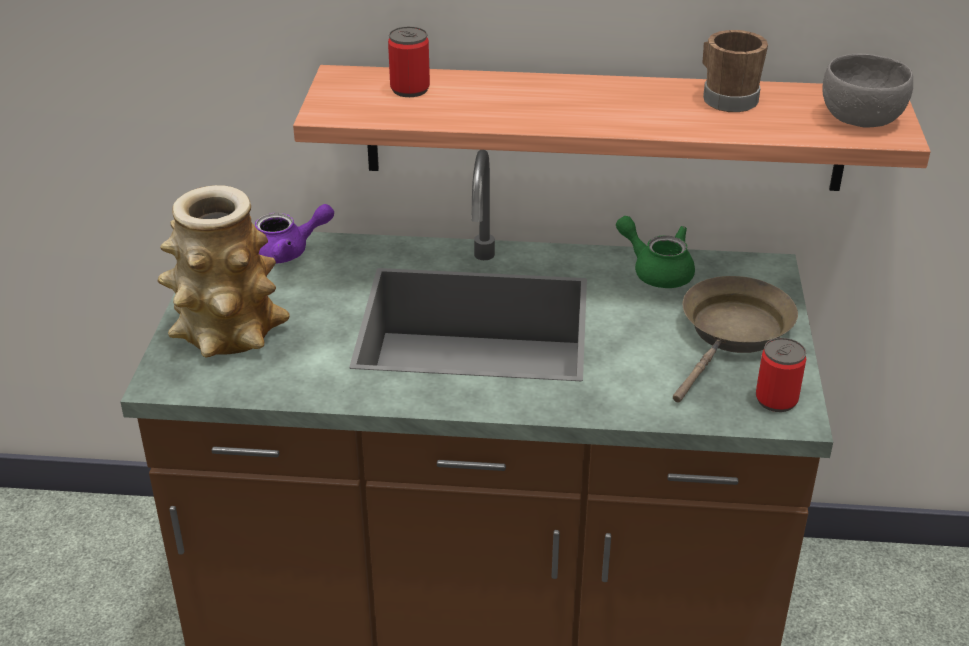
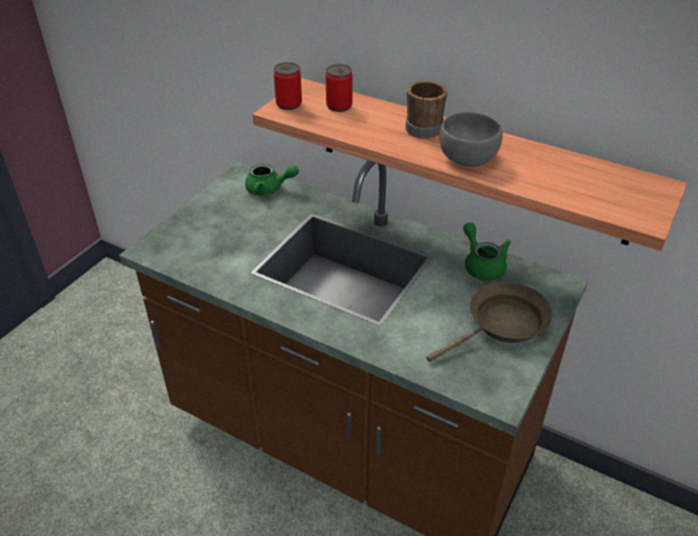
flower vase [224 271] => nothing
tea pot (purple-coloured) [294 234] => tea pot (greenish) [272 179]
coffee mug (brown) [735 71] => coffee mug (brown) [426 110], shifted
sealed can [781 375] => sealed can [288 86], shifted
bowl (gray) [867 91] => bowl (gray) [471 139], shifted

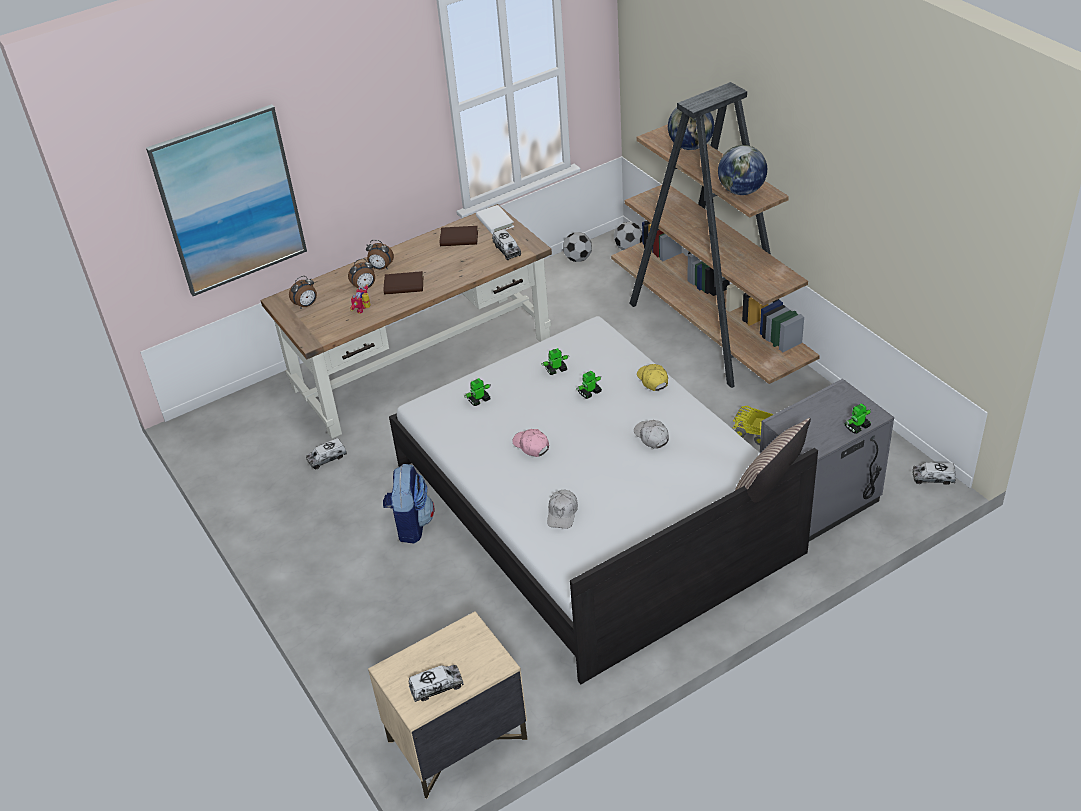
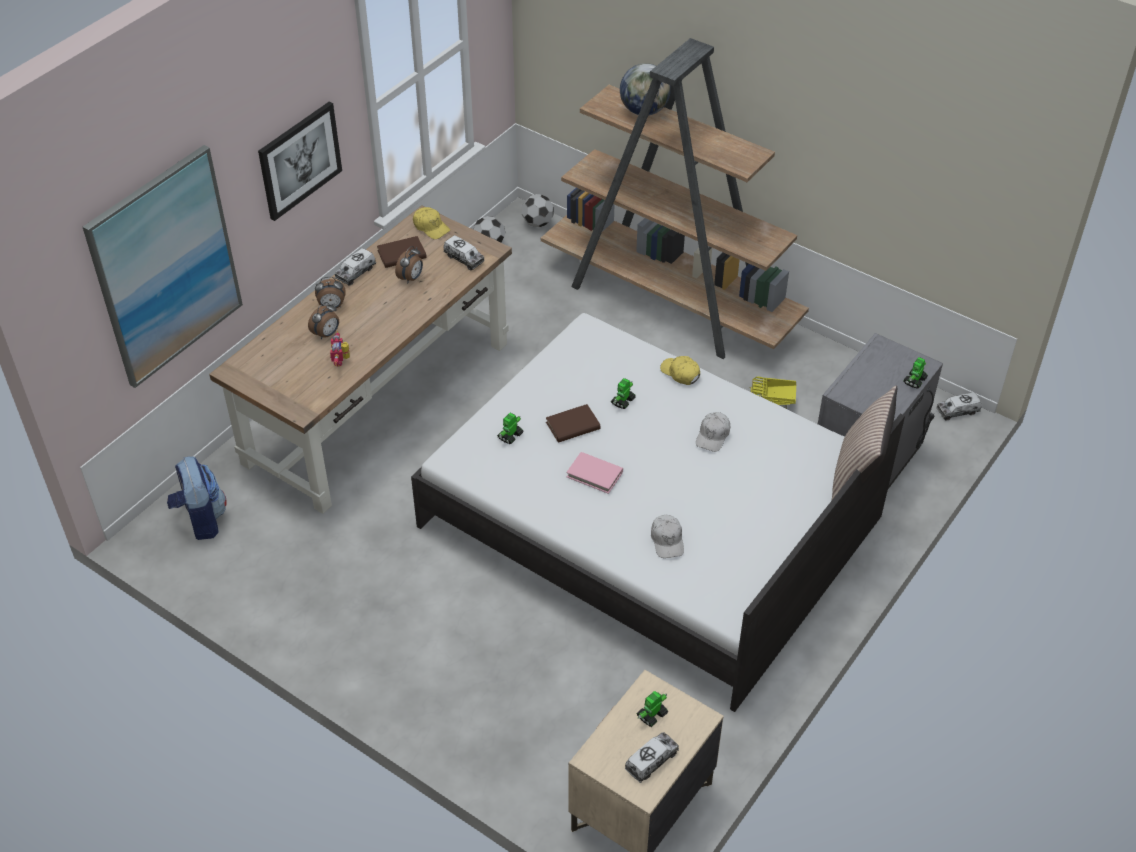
table clock [303 292] => table clock [409 264], shifted
toy truck [326 454] => toy truck [355 267], shifted
book (brown) [403 283] => book (brown) [573 423], shifted
backpack [409 504] => backpack [197 498], shifted
book (white-coloured) [495 219] => baseball cap (yellowish) [431 223]
baseball cap (pink) [530 443] => book (pink) [594 473]
model robot [555 361] => model robot [652 709], shifted
baseball cap (white-coloured) [651 434] => baseball cap (white-coloured) [713 432], 105 degrees counterclockwise
globe [742 170] => nothing
nothing => wall art [300 161]

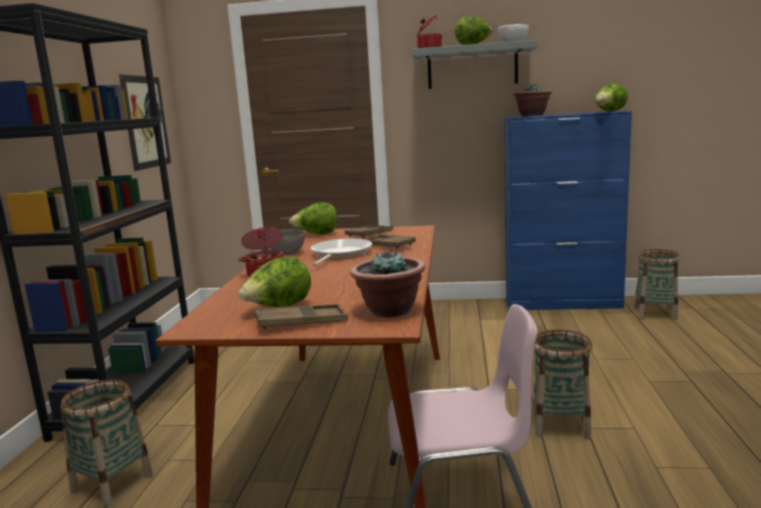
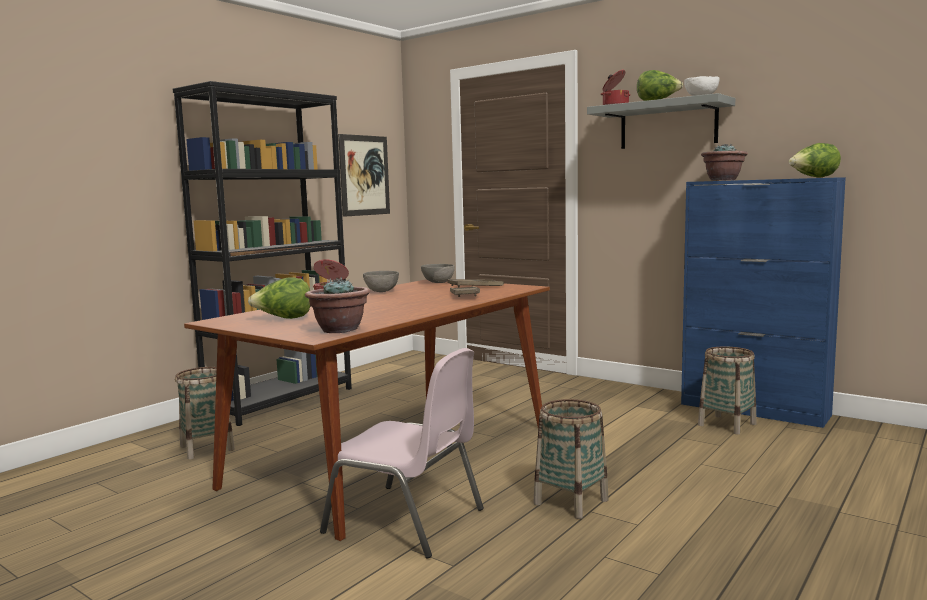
serving tray (brown) [301 317] => nothing
head of lettuce [313 218] => bowl (gray) [438 273]
pan [341 252] => nothing
household basket [657 284] => household basket [727 390], shifted

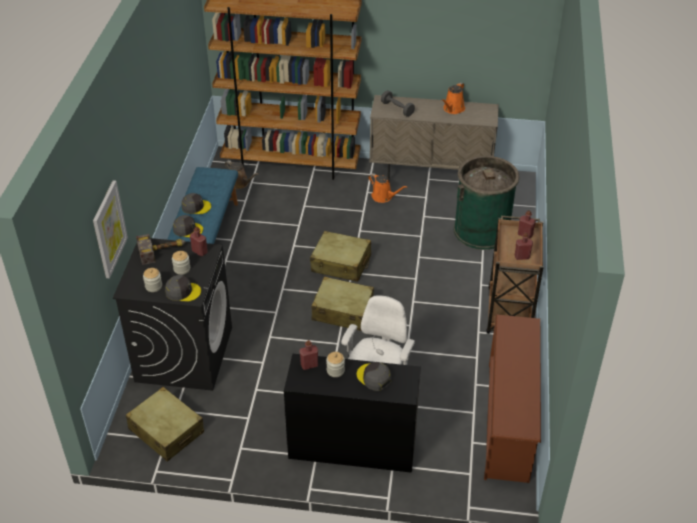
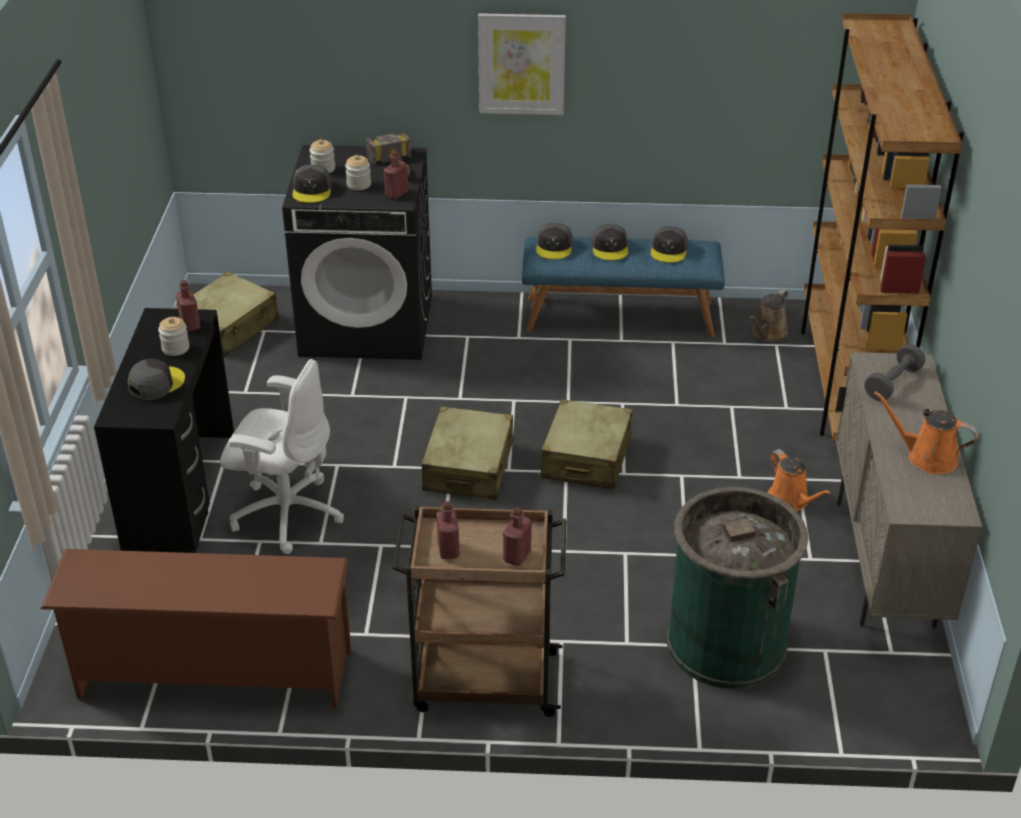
wall art [110 229] => wall art [522 64], shifted
watering can (orange) [388 188] => watering can (orange) [799 480], 60 degrees counterclockwise
nothing => baseball cap (gray) [669 244]

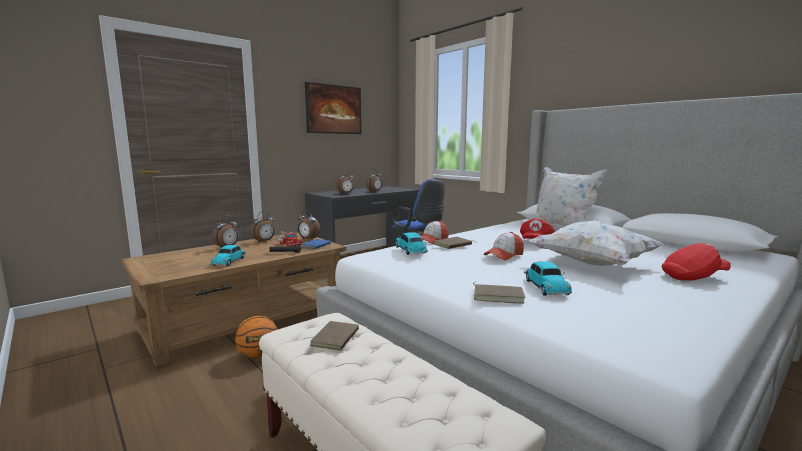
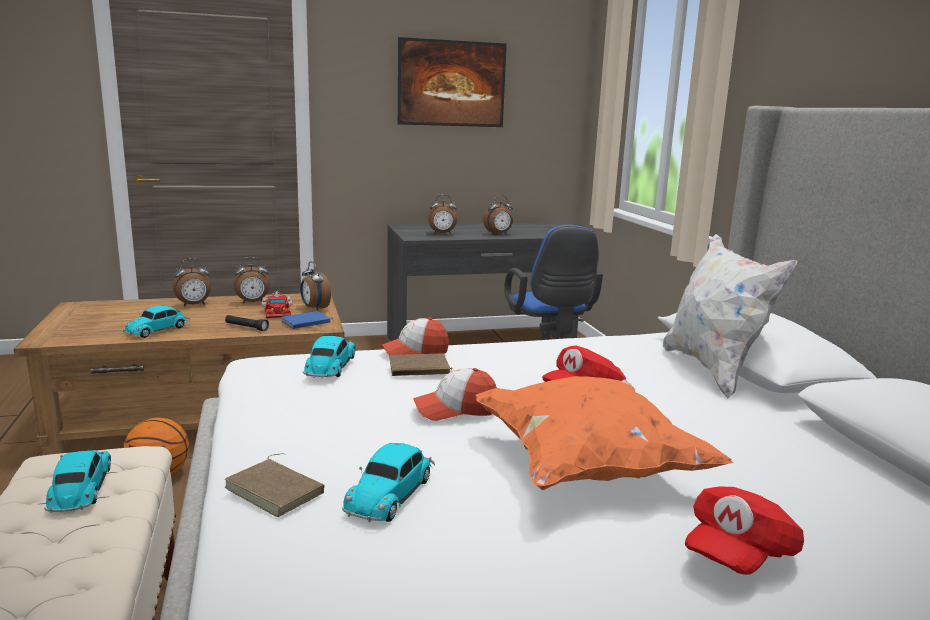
book (brown) [338 336] => miniature car [77 481]
cushion (white-coloured) [596 243] => cushion (orange) [604 433]
baseball cap (reddish) [696 262] => baseball cap (reddish) [744 530], 120 degrees clockwise

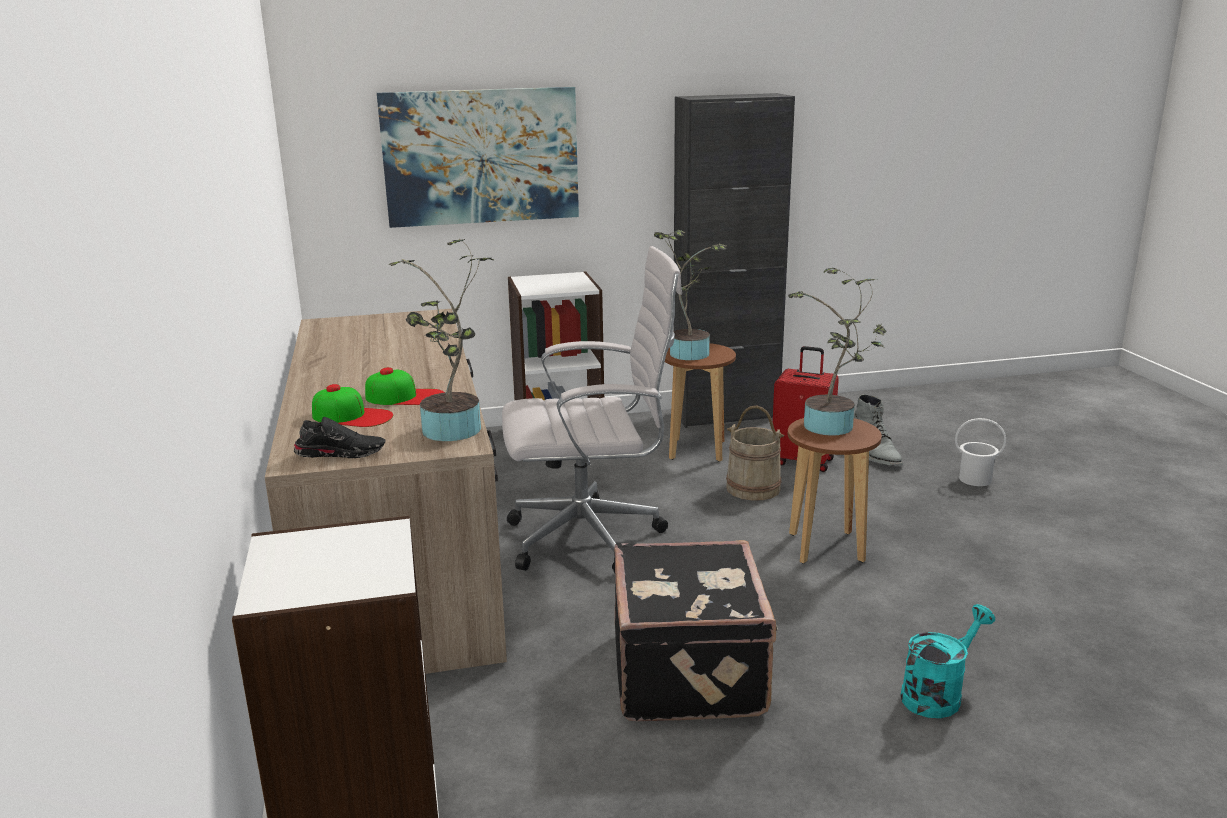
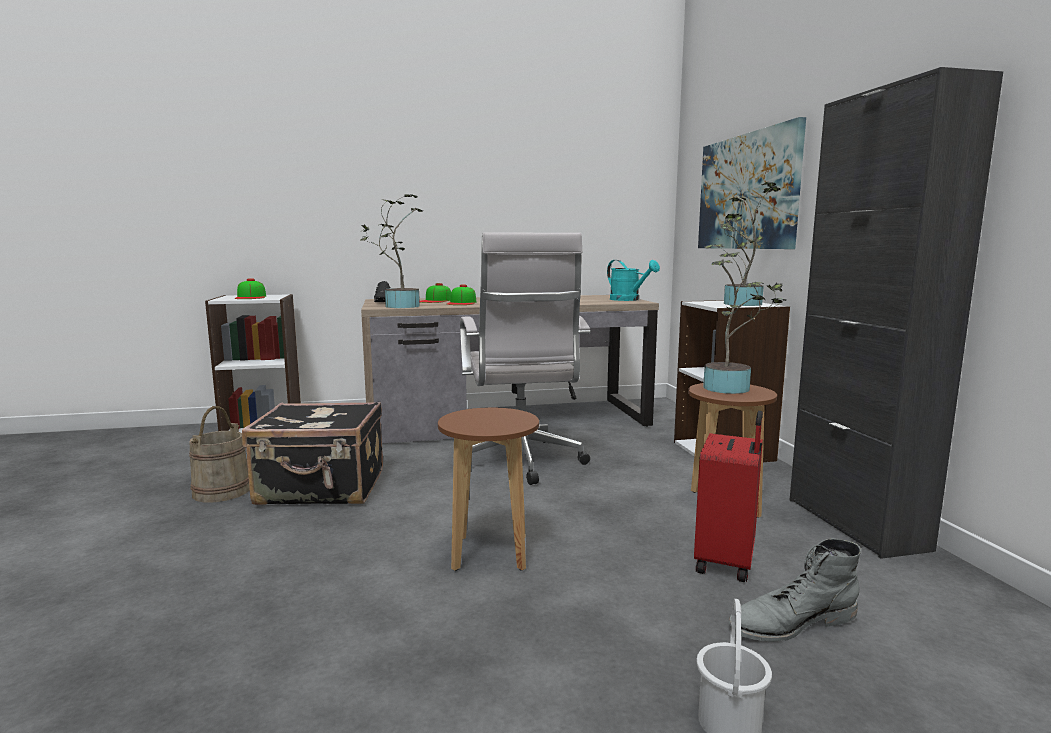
bucket (beige) [755 453] => bucket (beige) [219 454], shifted
houseplant [837 351] => houseplant [750 244], shifted
watering can (turquoise) [948 661] => watering can (turquoise) [633 280], shifted
nothing => baseball cap [250 288]

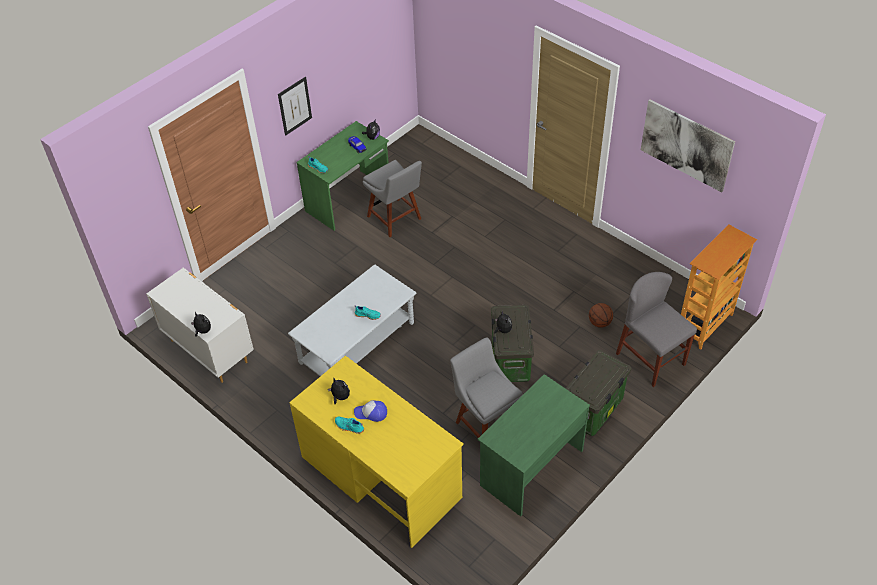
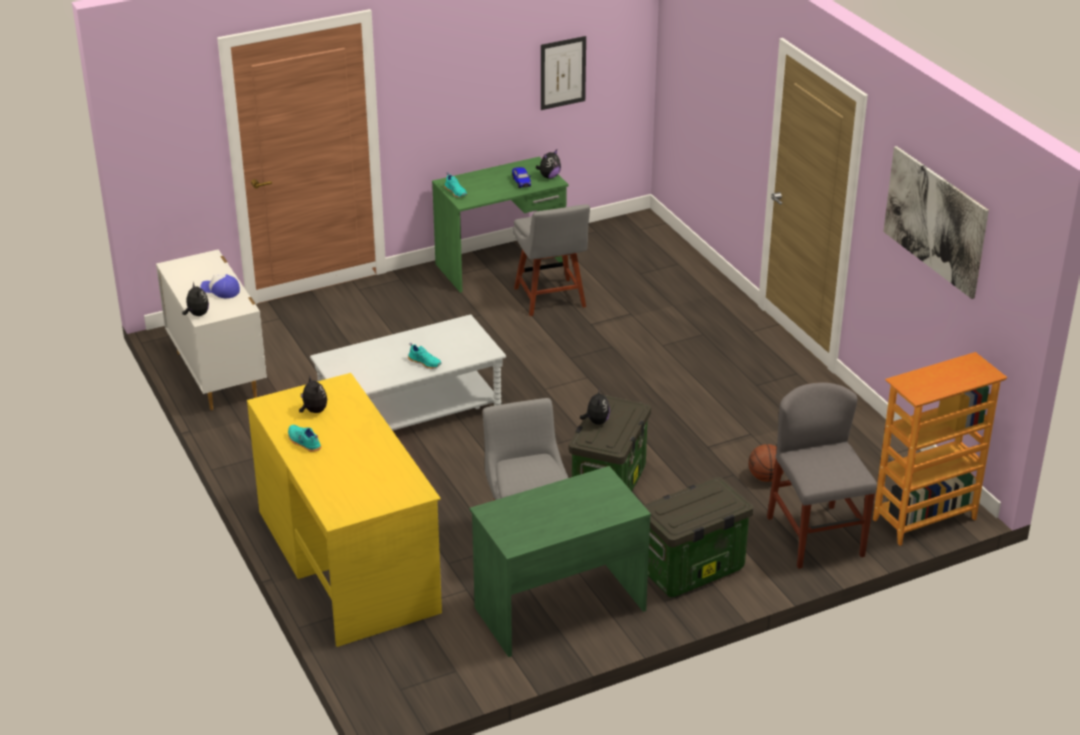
wall art [295 106] => wall art [563 73], shifted
baseball cap [370 411] => baseball cap [220 286], shifted

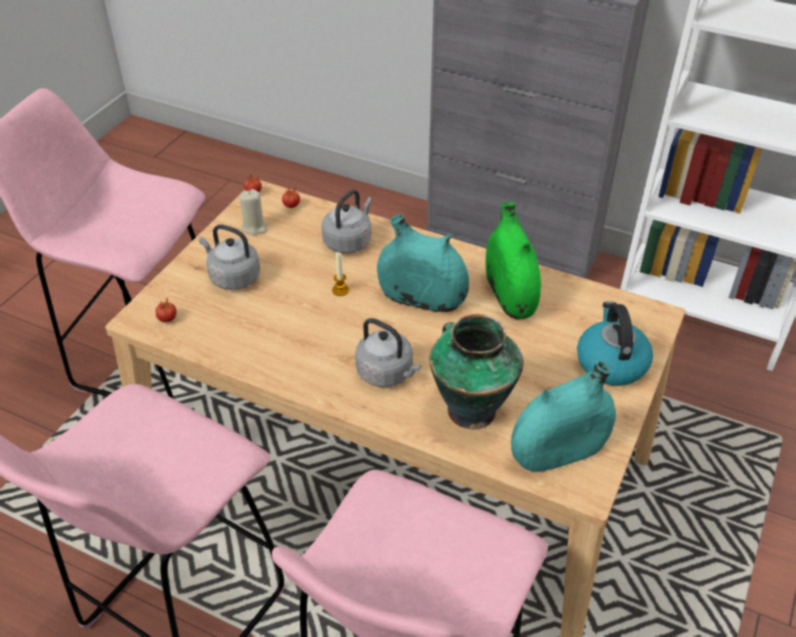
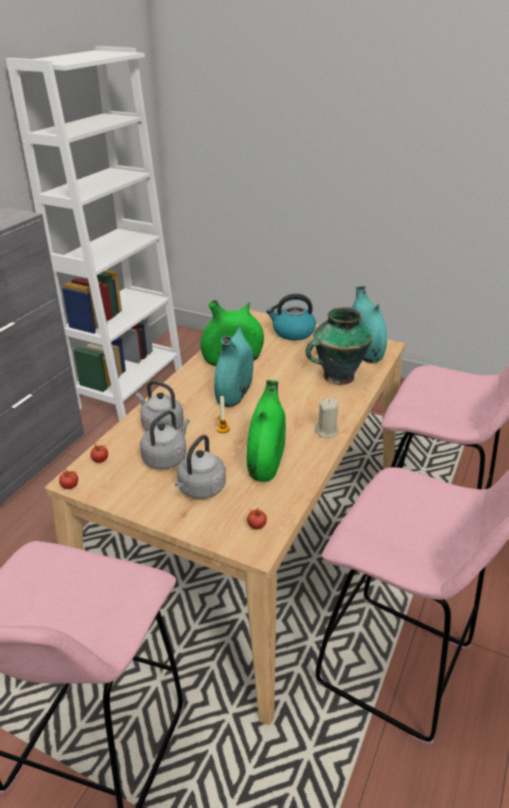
candle (beige) [253 212] => candle (beige) [327 418], shifted
water kettle (gray) [388 352] => water kettle (gray) [165 440], shifted
nothing => flower vase (greenish) [266 431]

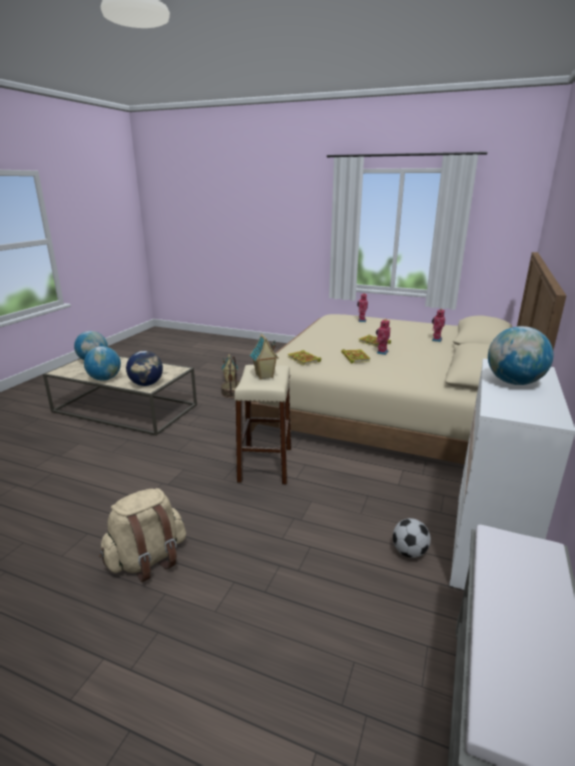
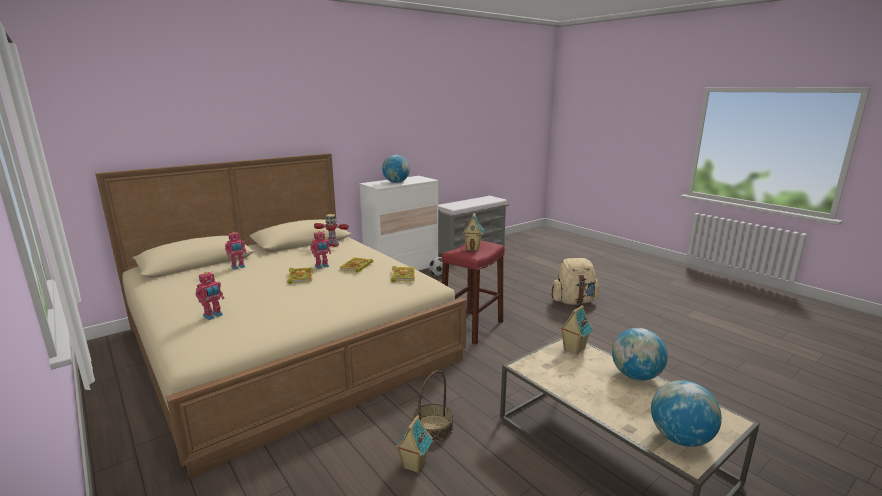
globe [144 368] => toy house [576 330]
stool seat (beige) [262 425] => stool seat (reddish) [473 293]
nothing => model robot [331 230]

